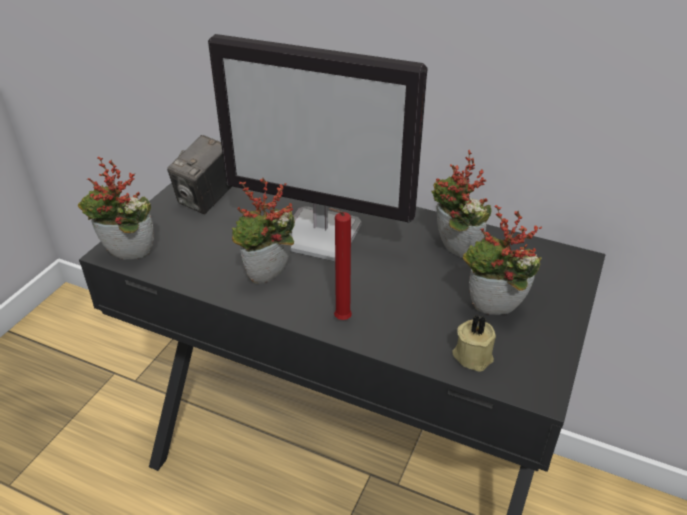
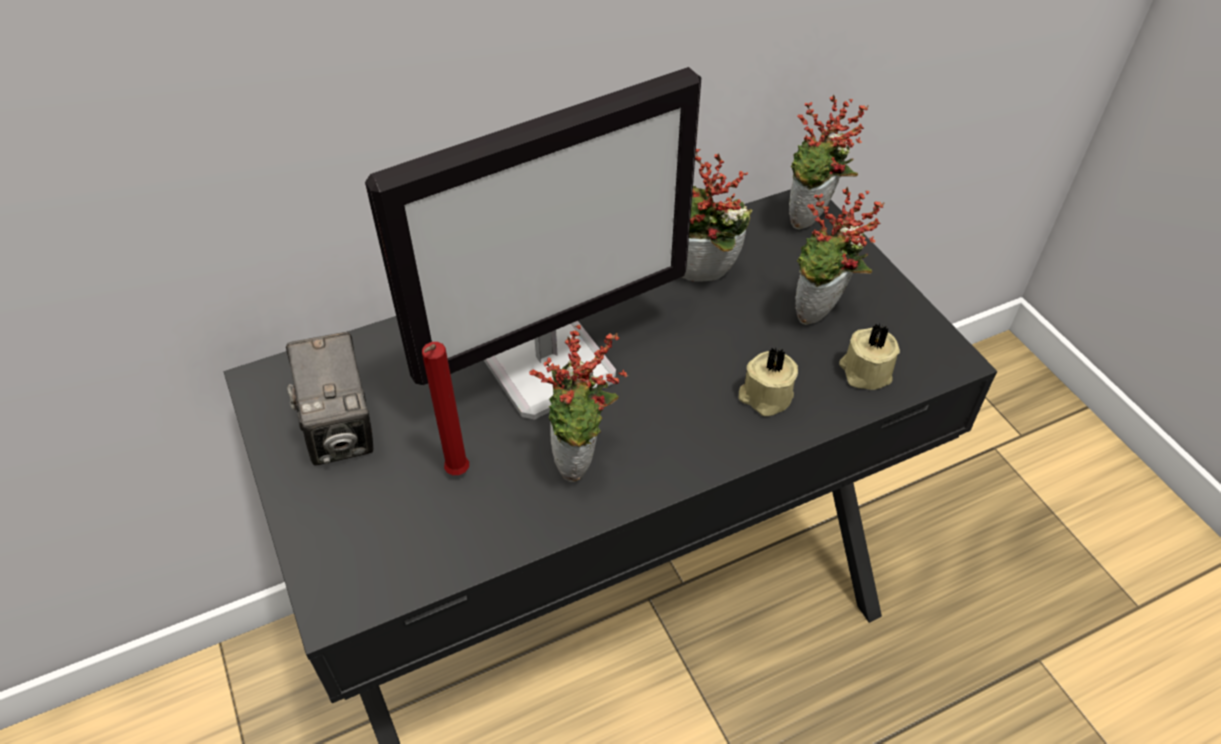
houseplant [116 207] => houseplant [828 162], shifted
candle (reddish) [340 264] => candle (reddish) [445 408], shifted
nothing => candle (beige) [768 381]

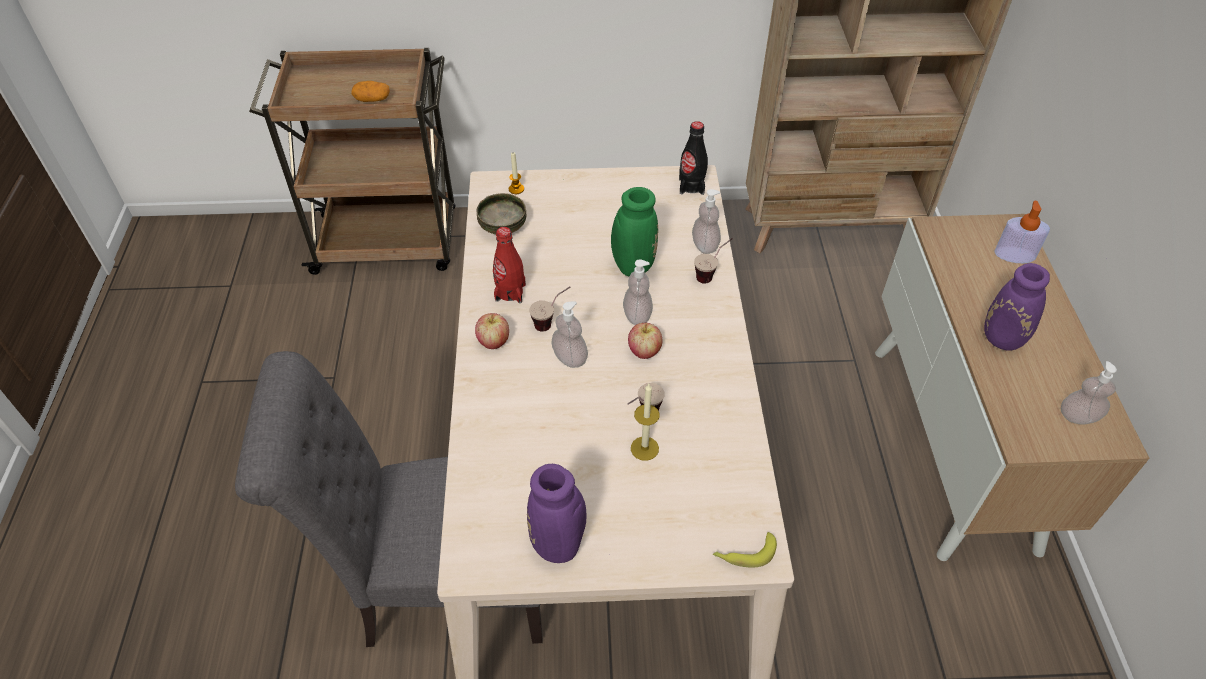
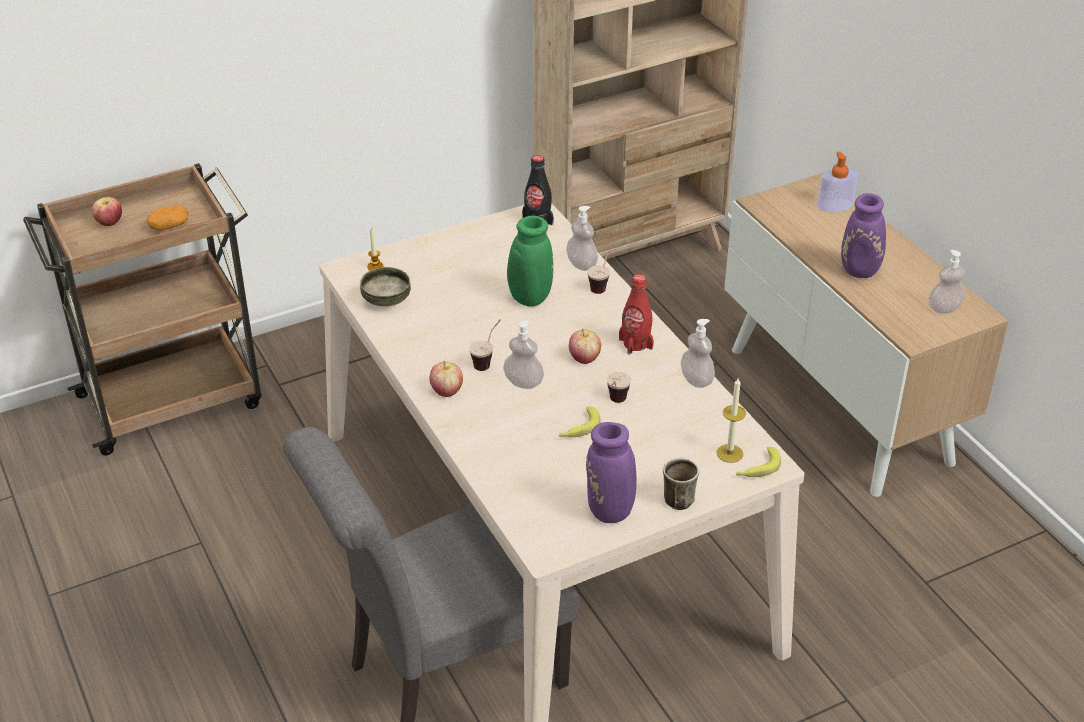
drink bottle (reddish) [509 265] => drink bottle (reddish) [636 314], shifted
soap bottle [638 292] => soap bottle [698 353], shifted
candle [645 422] => candle [731 420], shifted
nothing => whole apple [107 211]
nothing => banana fruit [579 421]
nothing => coffee mug [681 484]

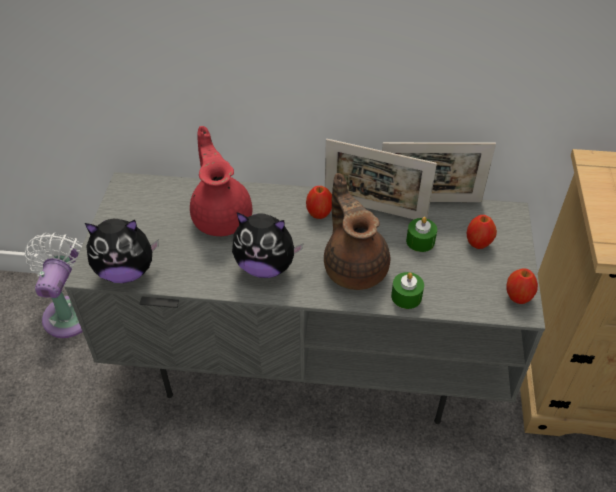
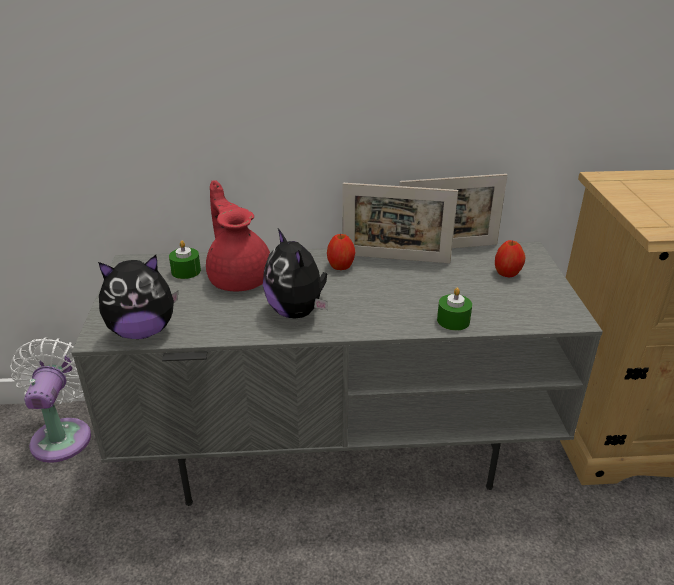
cuddly toy [268 245] => cuddly toy [295 273], 60 degrees clockwise
tea pot (brown) [357 231] => nothing
candle (greenish) [421 234] => candle (greenish) [185 259], shifted
whole apple [522 286] => nothing

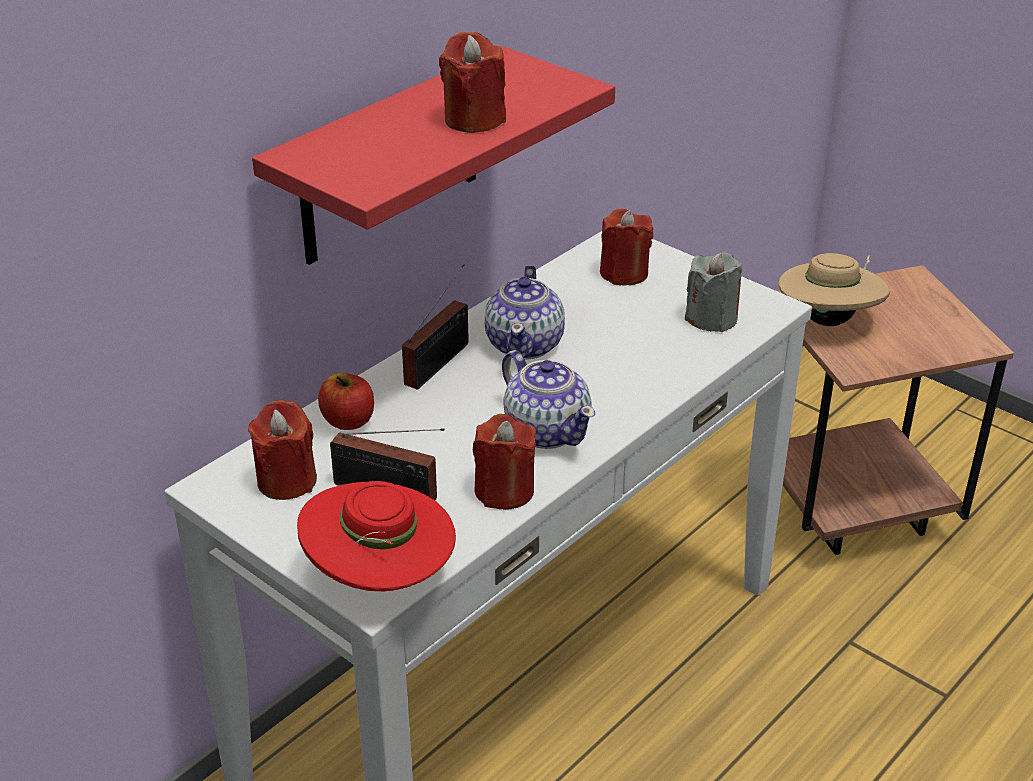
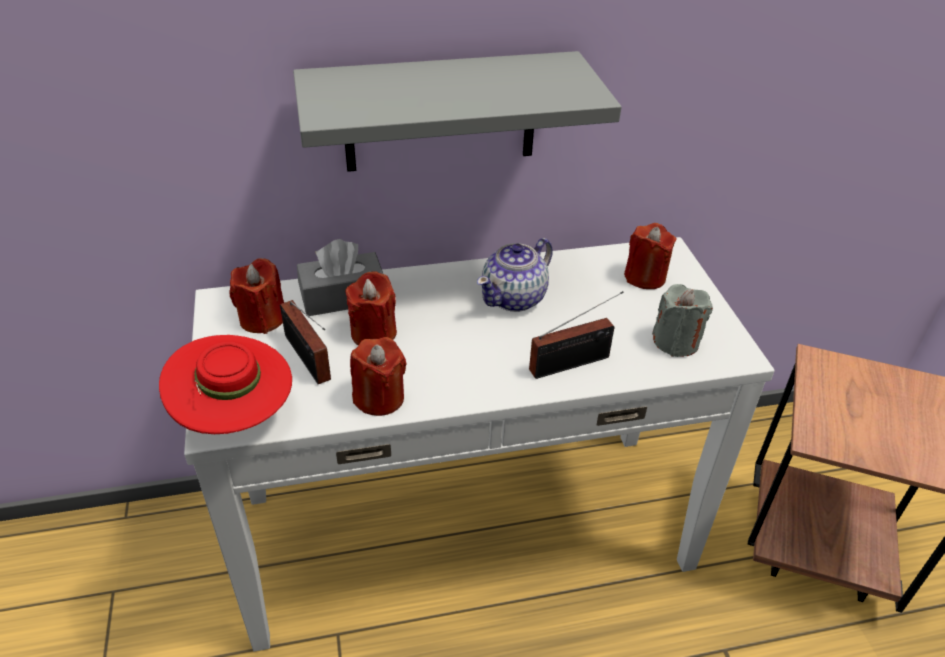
shelf (reddish) [433 156] => shelf (gray) [457 111]
whole apple [346 401] => tissue holder (gray) [340 278]
radio receiver [435 327] => radio receiver [576 335], shifted
candle (reddish) [472 82] => candle (reddish) [371 308], shifted
tea pot [548 399] => nothing
wearable hat (beige) [834 289] => nothing

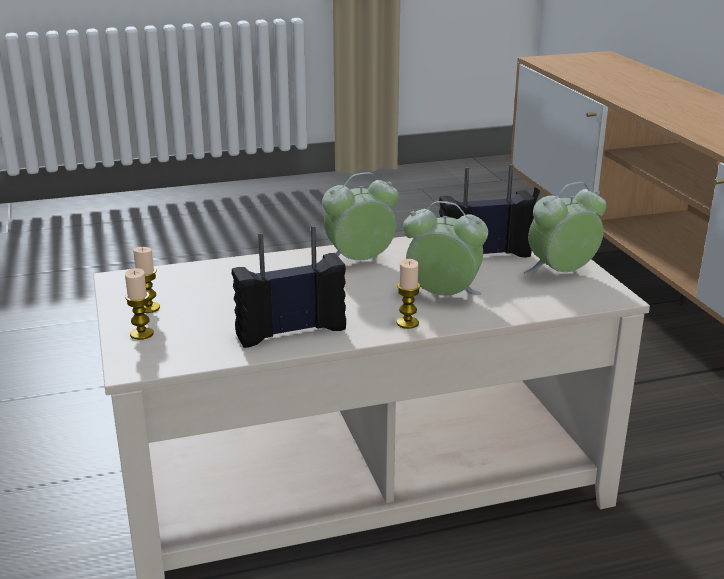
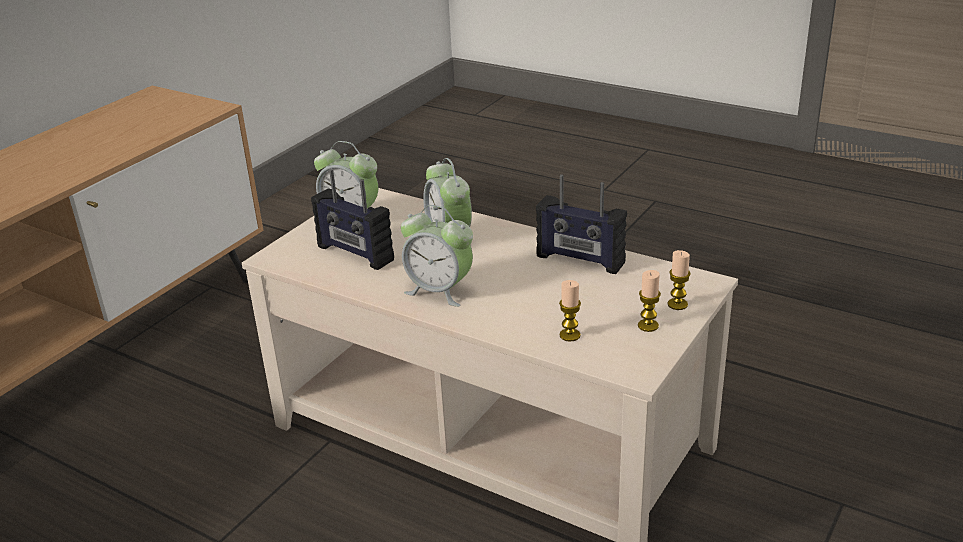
candle [408 294] => candle [570 311], shifted

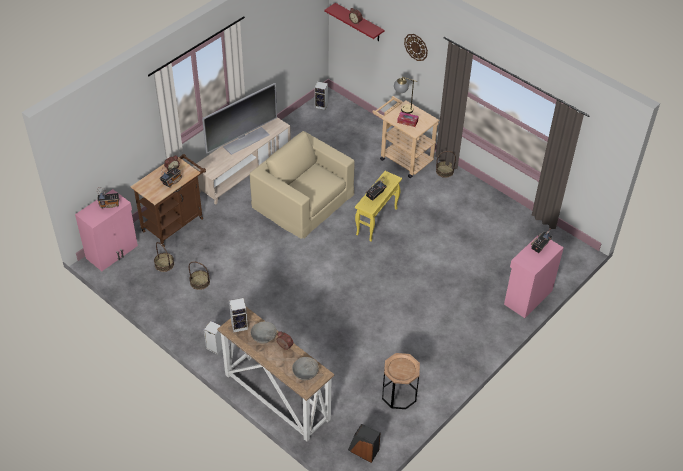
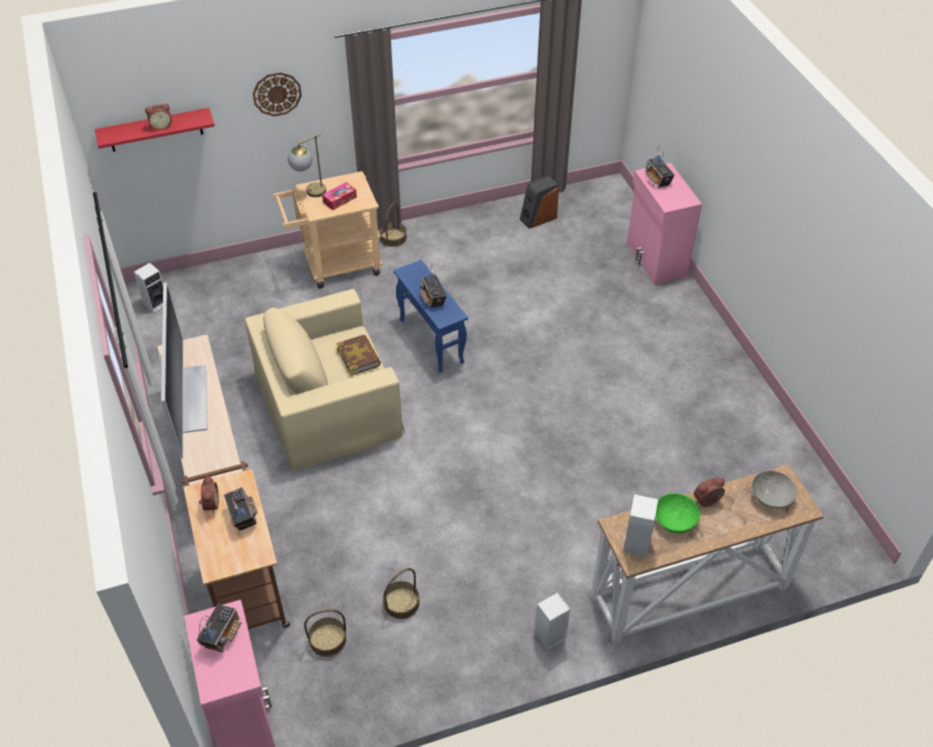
bowl (gray) [264 333] => bowl (greenish) [677 513]
speaker [364 443] => speaker [539 202], shifted
end table (yellowish) [378 206] => end table (bluish) [430 316]
end table (brown) [401 381] => nothing
nothing => book [358 355]

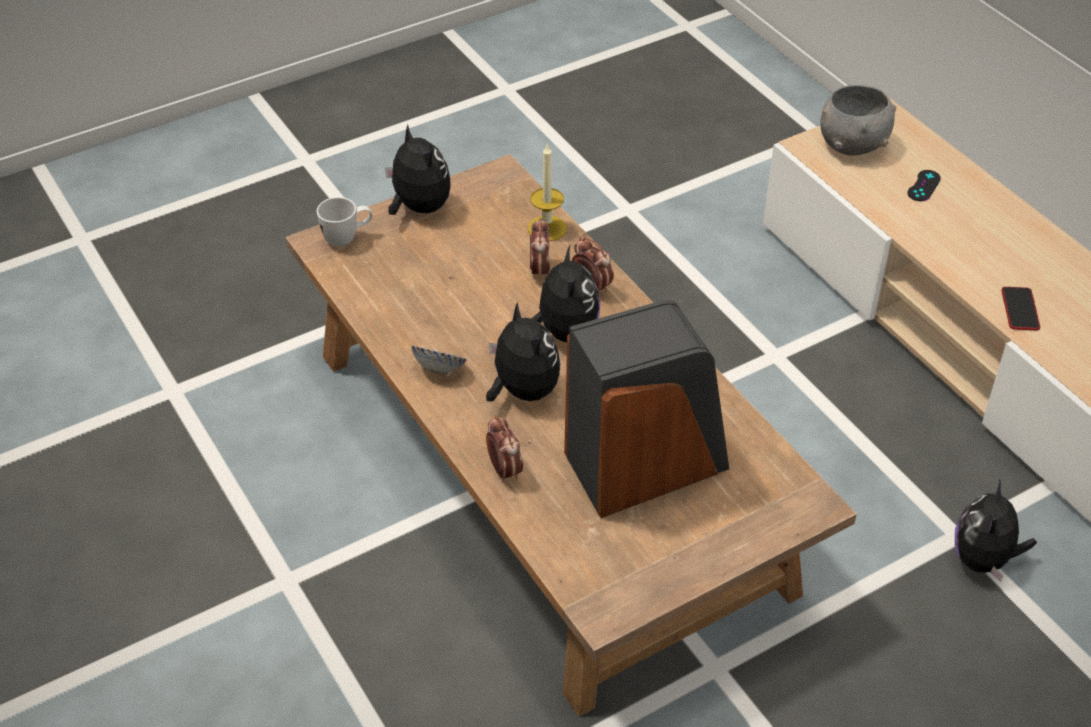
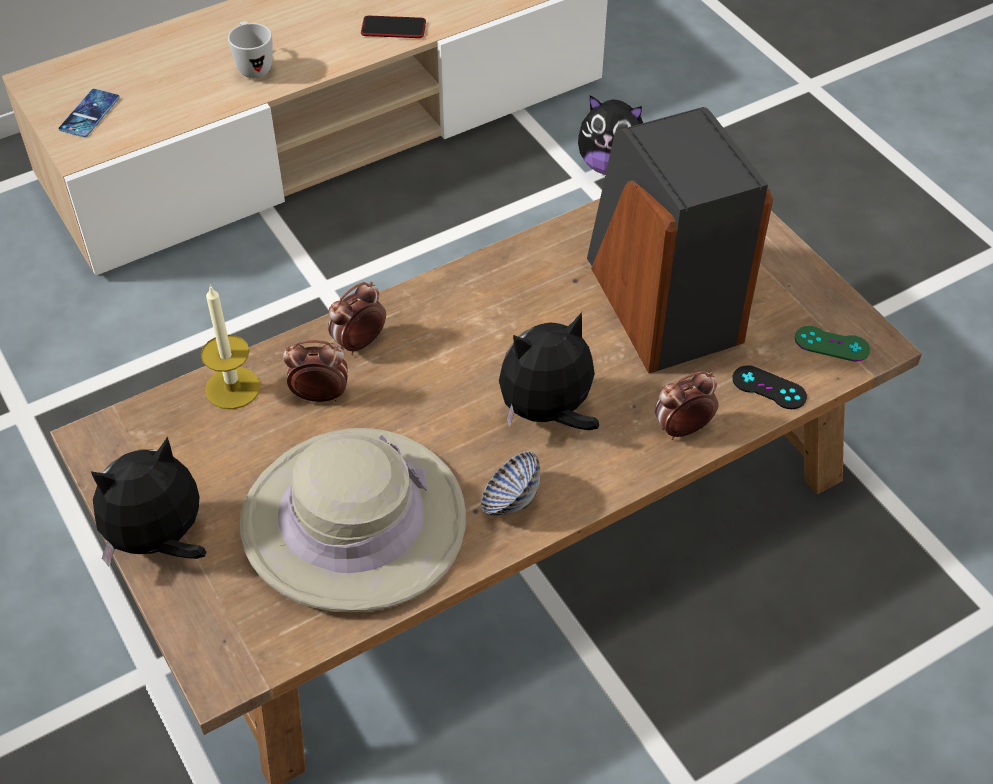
coffee mug (white-coloured) [345 221] => coffee mug (white-coloured) [250 49], shifted
cuddly toy [565 294] => nothing
bowl (gray) [858 120] => telephone [89 113]
game controller (black-coloured) [924 185] => game controller (black-coloured) [769 387], shifted
nothing => wearable hat (beige) [352 520]
nothing => game controller (greenish) [832 344]

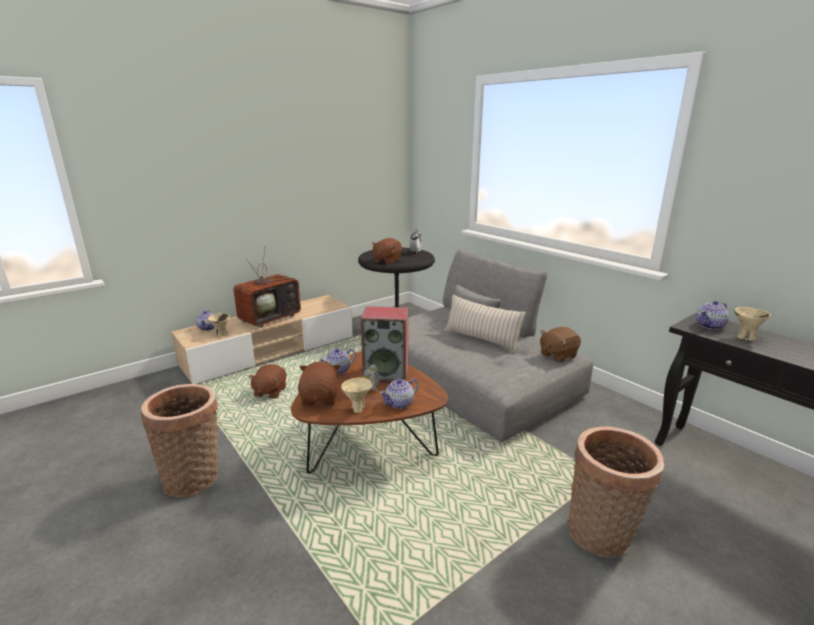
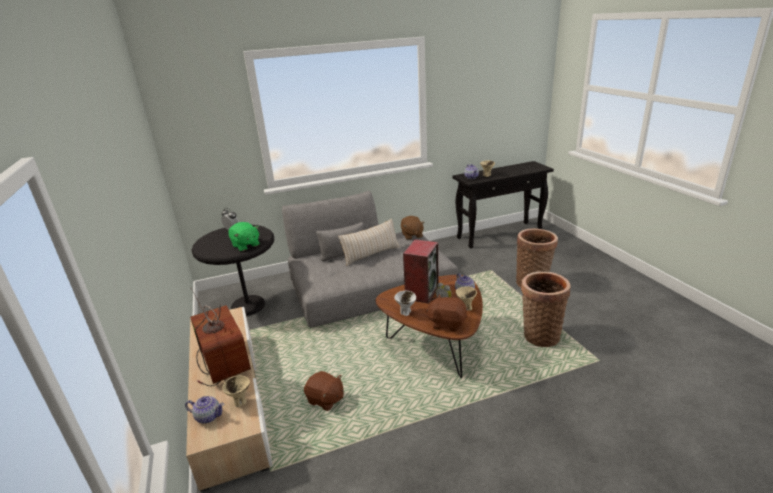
household basket [179 441] => household basket [545 309], shifted
tea pot [337 361] => bowl (white-coloured) [405 303]
cuddly toy (brown) [386 251] => cuddly toy (greenish) [244 236]

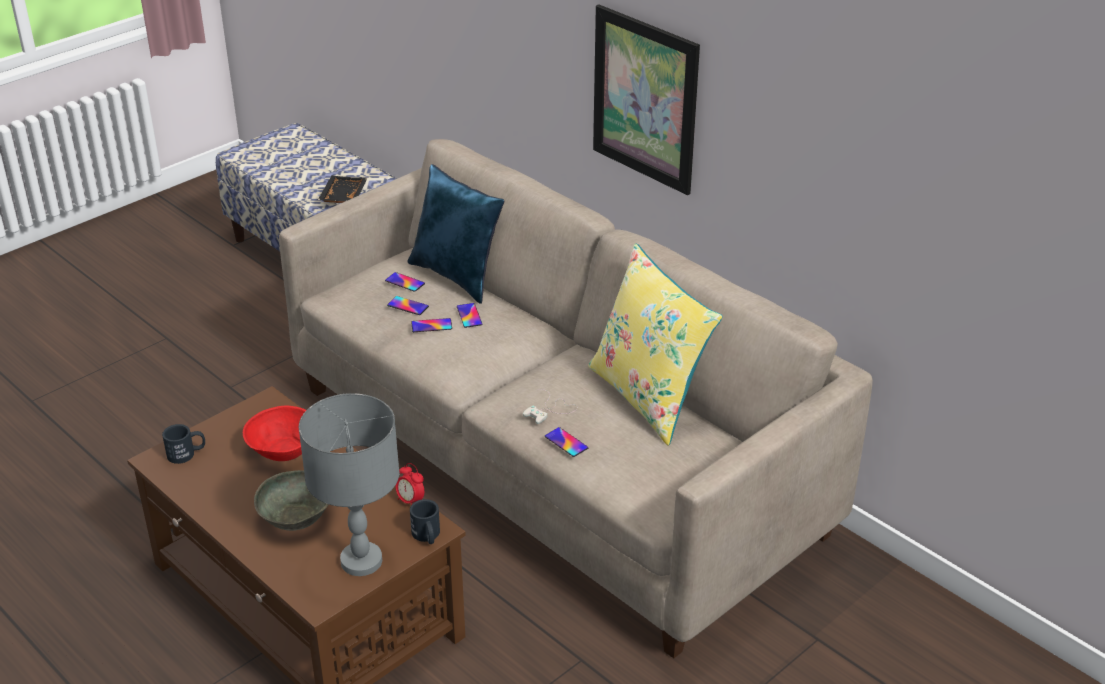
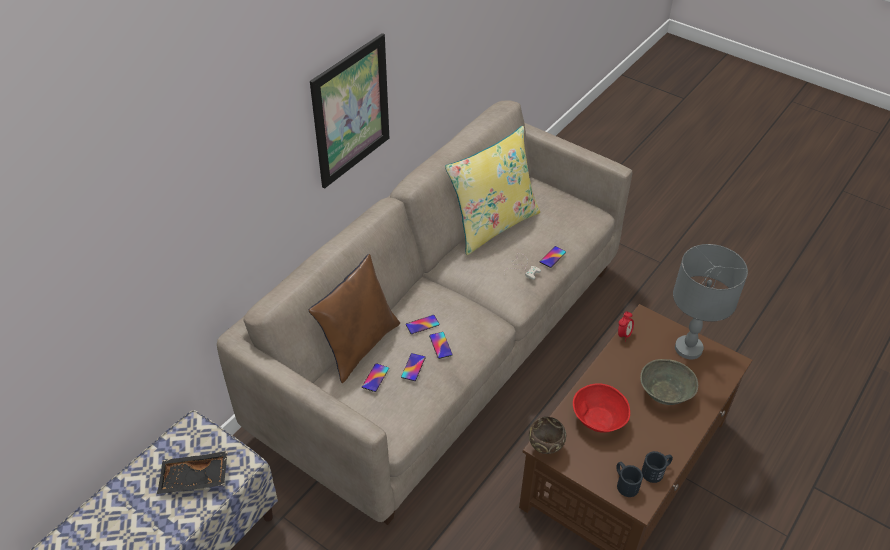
cushion (bluish) [455 234] => cushion (brown) [354 318]
coffee mug (black-coloured) [425 521] => coffee mug (black-coloured) [657 467], shifted
nothing => bowl (brown) [547 435]

